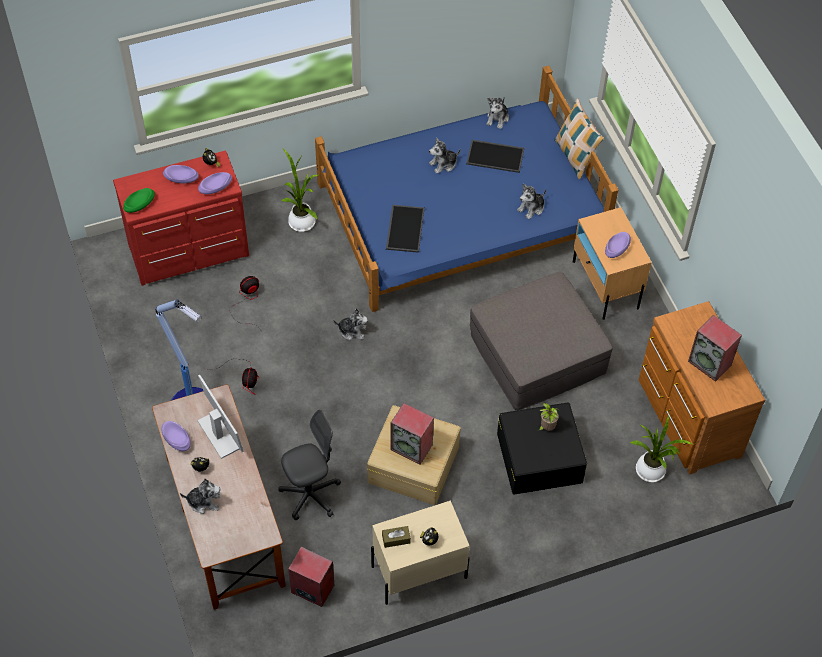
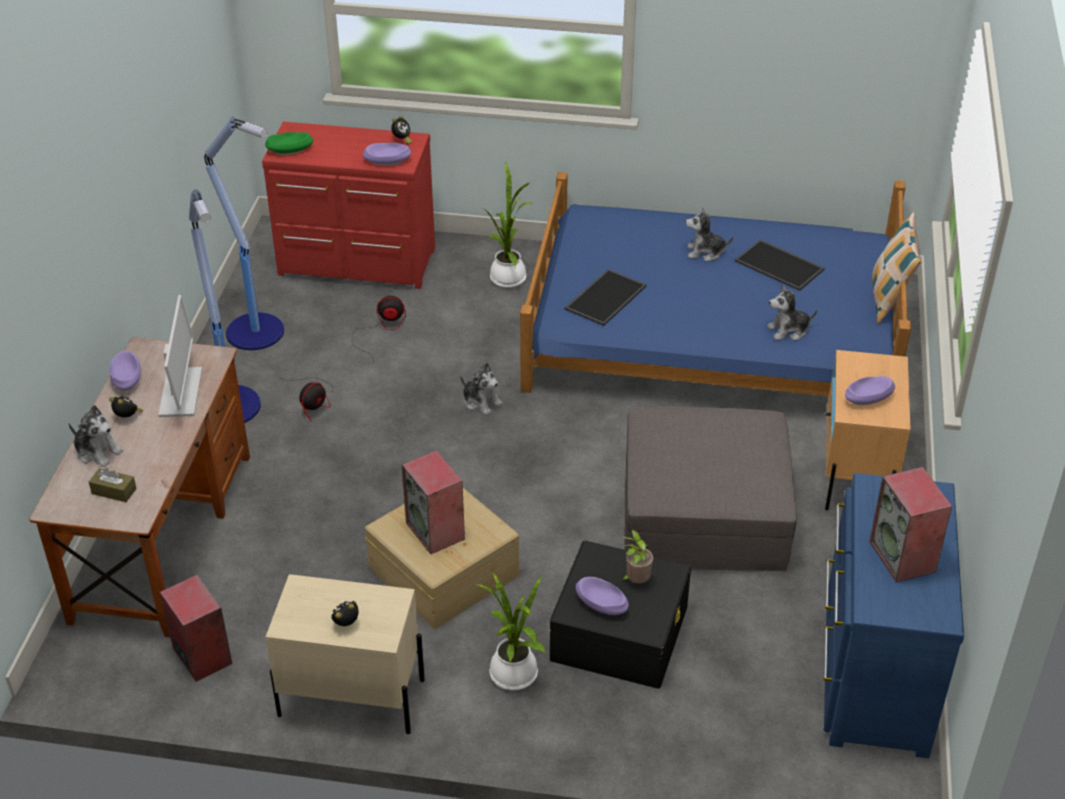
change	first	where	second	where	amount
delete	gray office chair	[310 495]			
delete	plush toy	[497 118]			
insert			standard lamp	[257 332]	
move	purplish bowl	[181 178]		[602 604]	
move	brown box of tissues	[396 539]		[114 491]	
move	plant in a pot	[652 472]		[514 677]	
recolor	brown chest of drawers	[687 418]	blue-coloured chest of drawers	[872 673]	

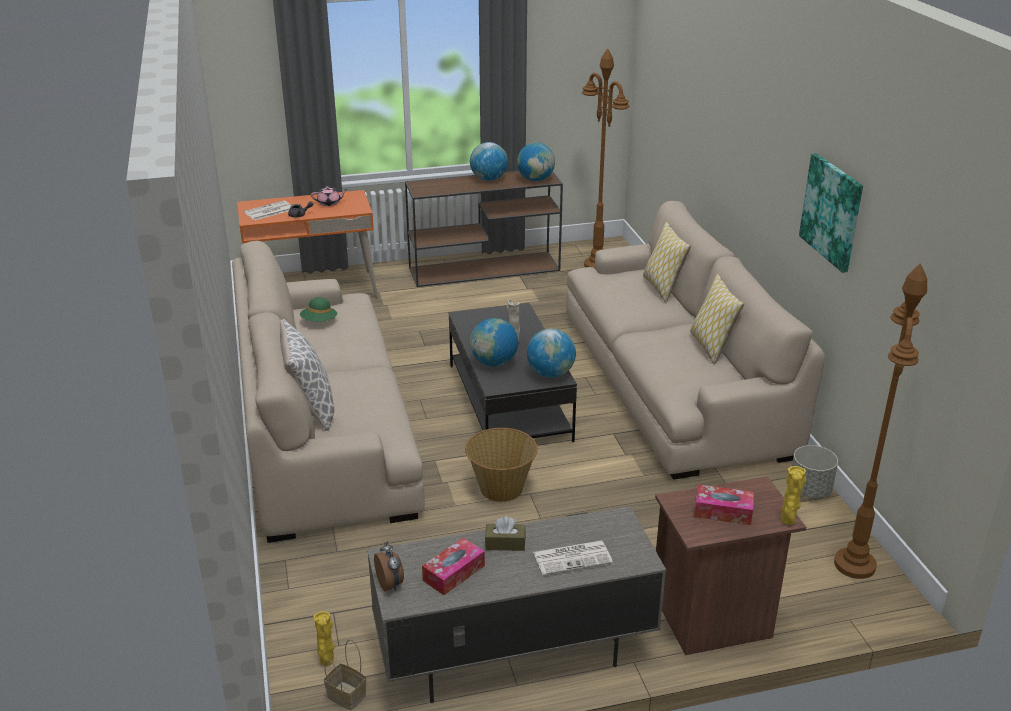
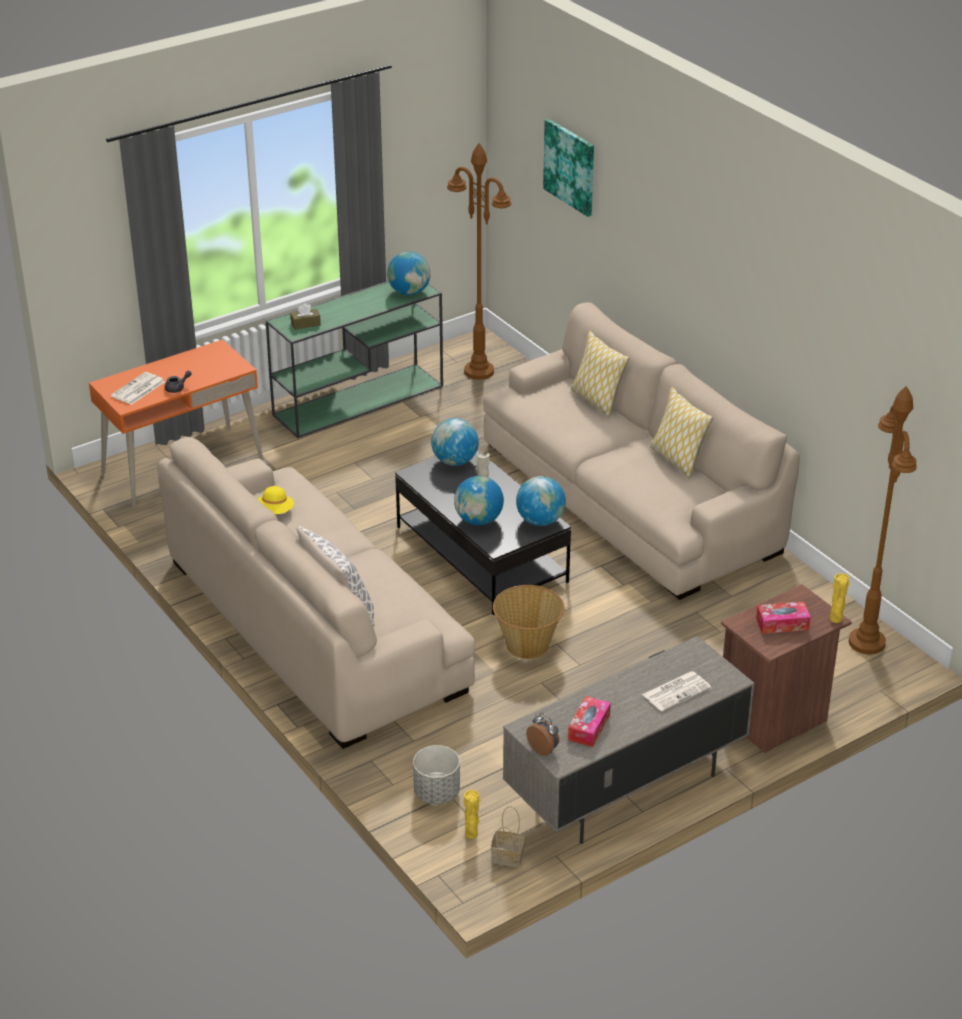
change	first	where	second	where	amount
delete	pink-coloured tea pot	[329 203]			
move	world globe	[488 179]		[455 461]	
move	brown box of tissues	[505 543]		[305 324]	
move	gray plant pot	[810 490]		[437 793]	
move	picture	[832 211]		[570 166]	
recolor	green-coloured hat	[319 322]	yellowish hat	[274 512]	
recolor	brown narrow table	[485 269]	green-coloured narrow table	[360 400]	

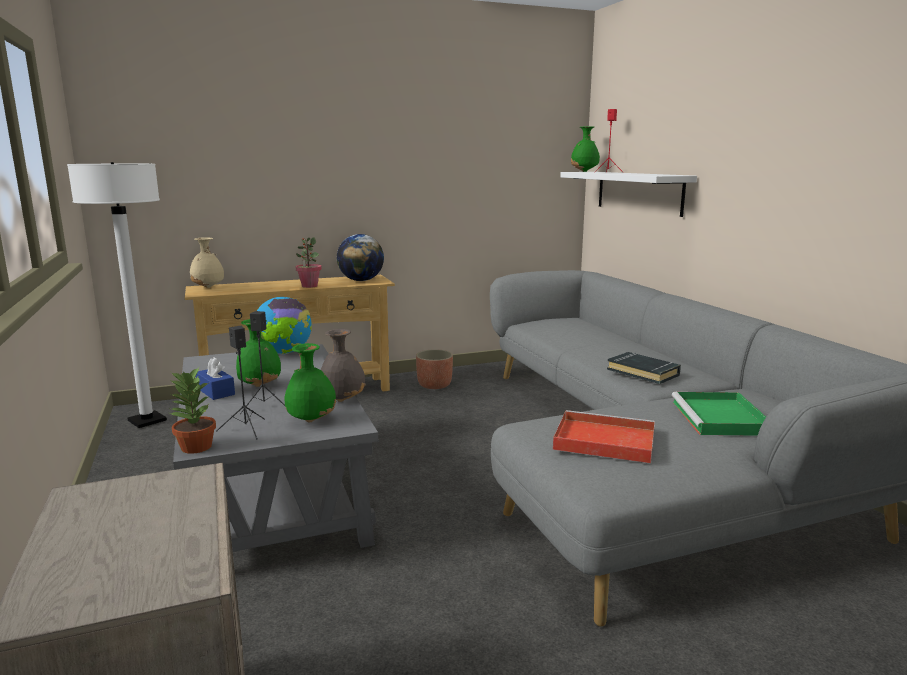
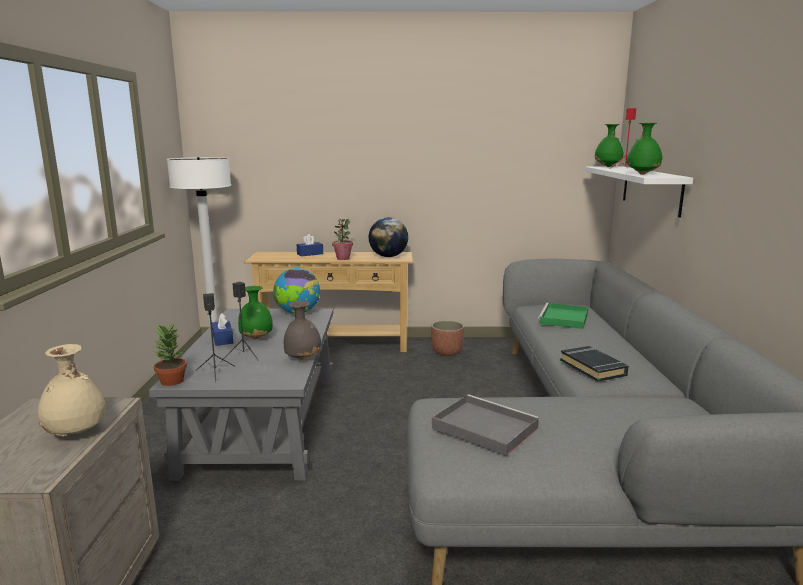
change	first	where	second	where	amount
insert			blue-coloured box of tissues	[310 254]	
move	sand-coloured vase	[208 287]		[76 434]	
move	green-coloured vase	[311 420]		[642 174]	
move	green-coloured carrying tray	[721 418]		[564 319]	
recolor	red carrying tray	[602 440]	gray carrying tray	[483 427]	

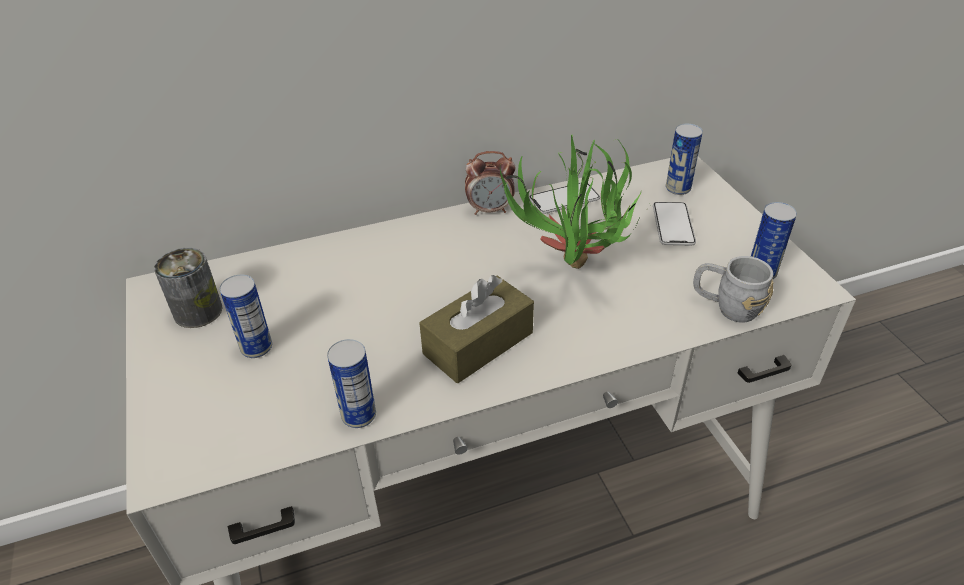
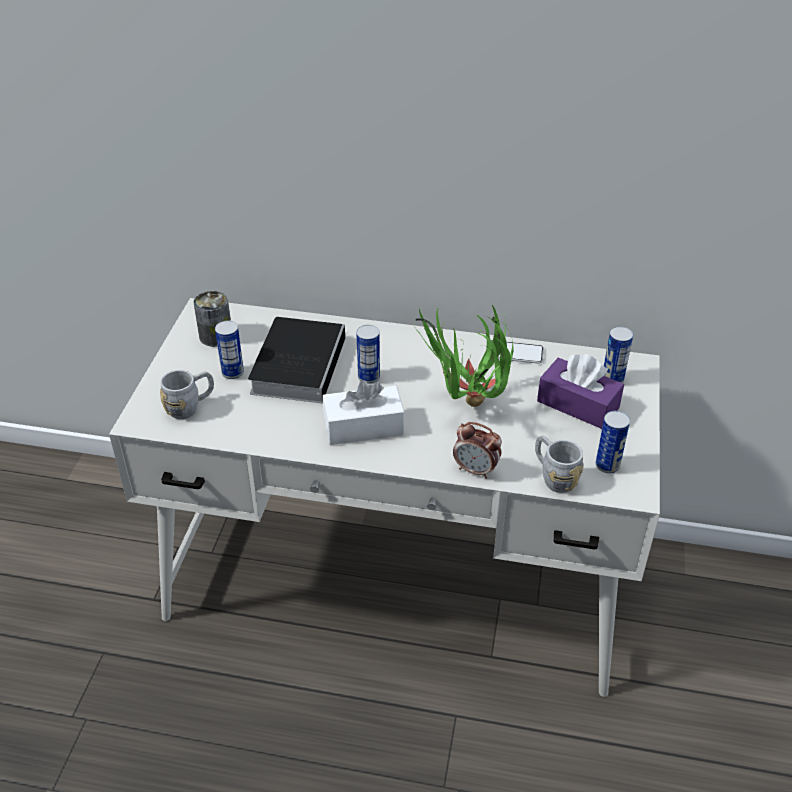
change	first	where	second	where	amount
insert			gray coffee mug	[190 406]	
insert			volume	[299 363]	
move	sealed can	[359 415]		[368 377]	
move	bedside clock	[490 210]		[475 470]	
replace	handset	[673 225]	purplish box of tissues	[578 404]	
recolor	brown box of tissues	[478 343]	white box of tissues	[363 427]	

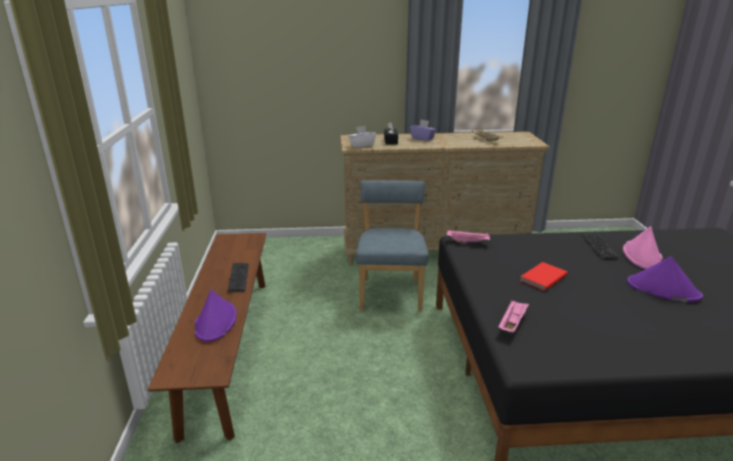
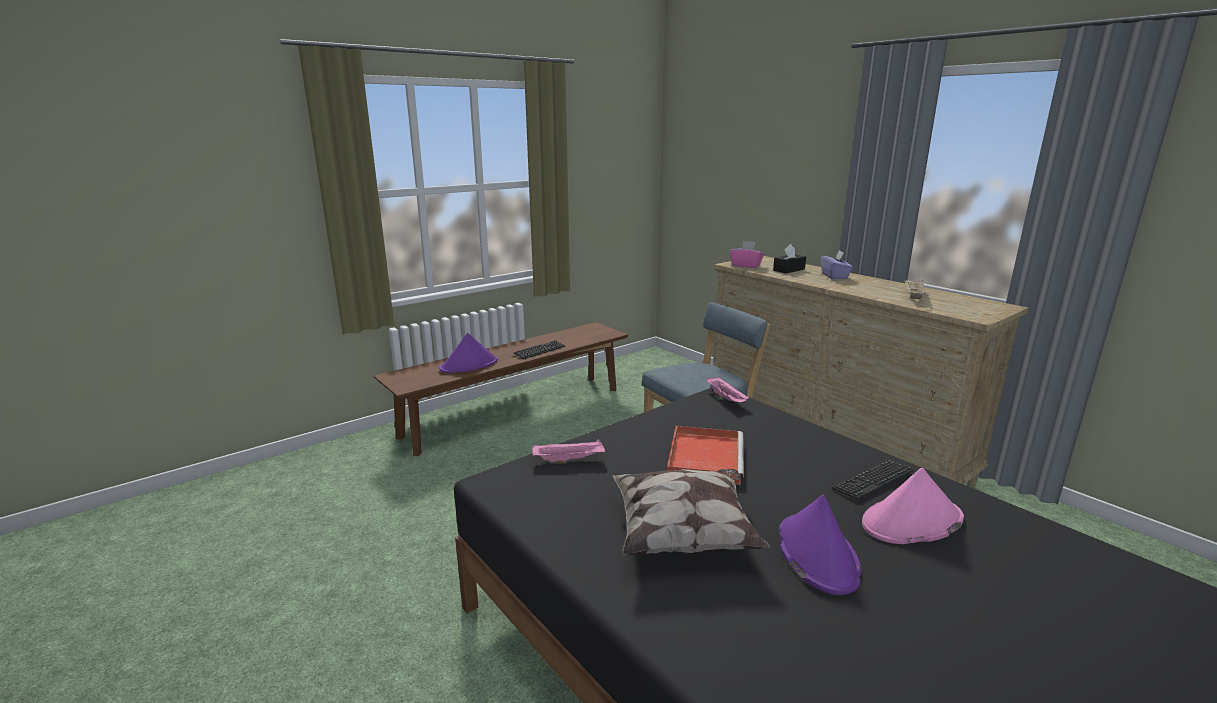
change	first	where	second	where	amount
insert			cushion	[684 534]	
replace	red volume	[542 278]	red carrying tray	[704 457]	
recolor	white box of tissues	[361 145]	pink-coloured box of tissues	[746 265]	

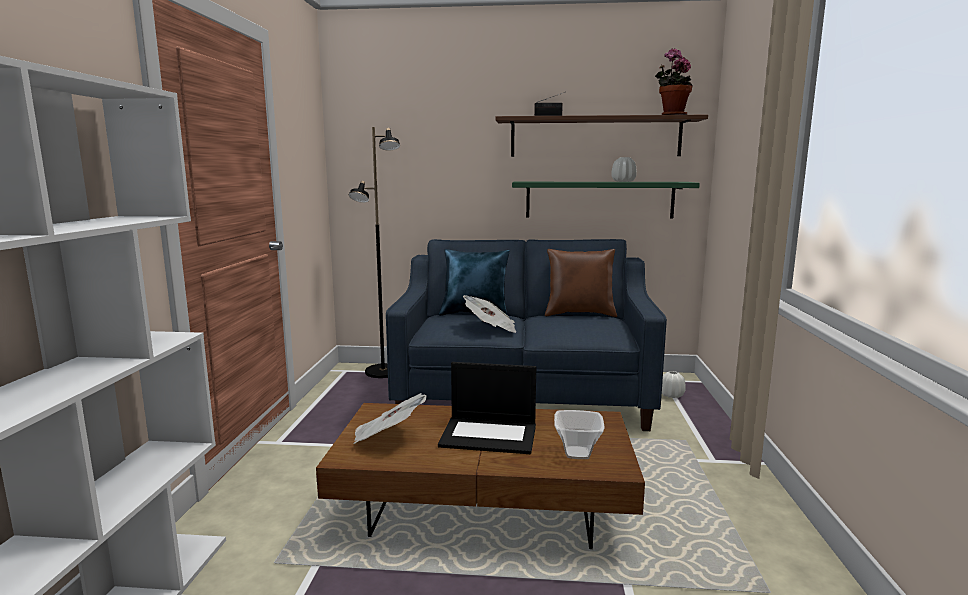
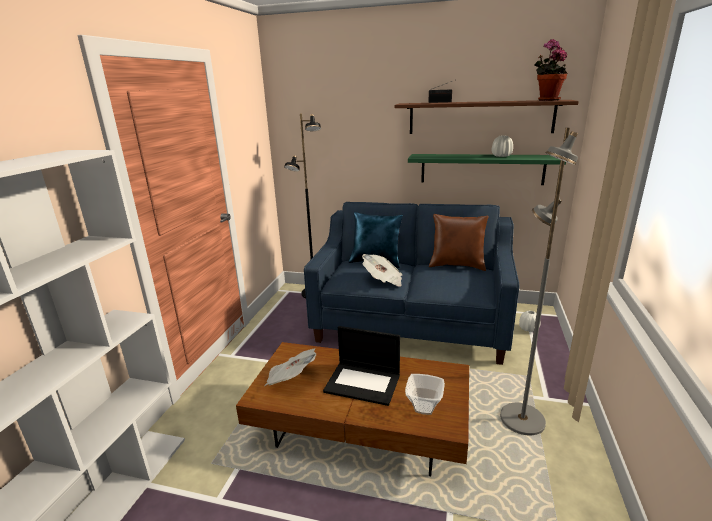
change	first	where	second	where	amount
insert			gray standard lamp	[521 420]	

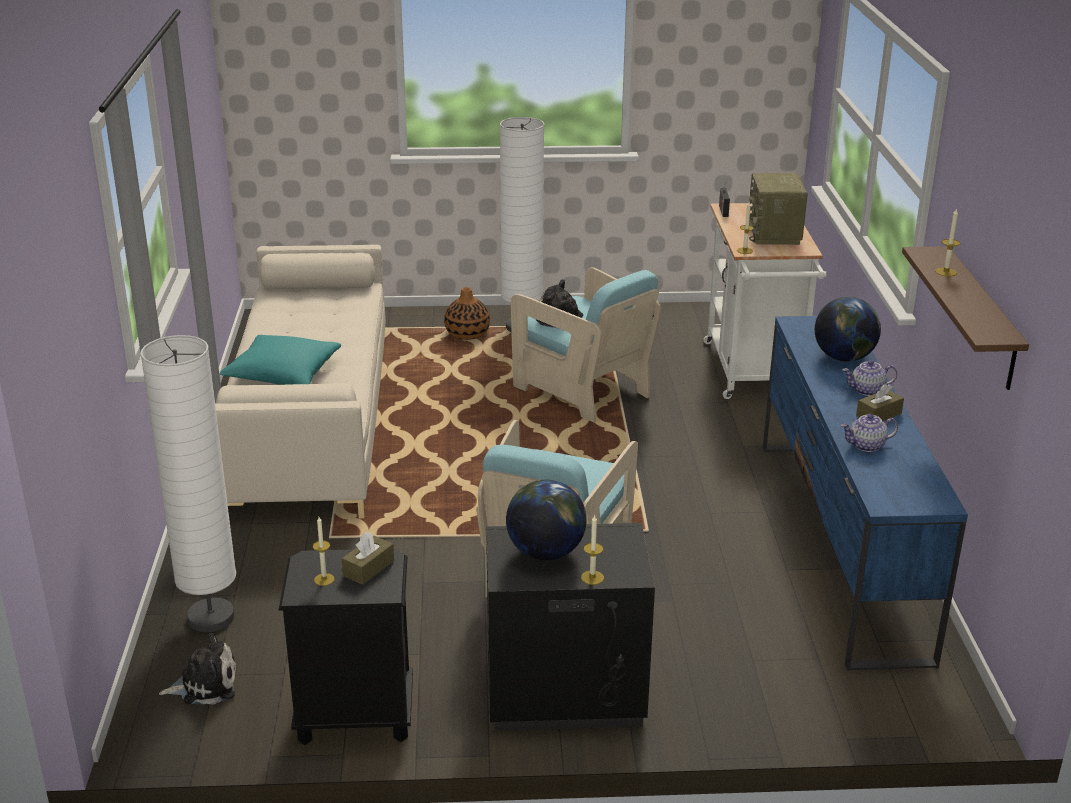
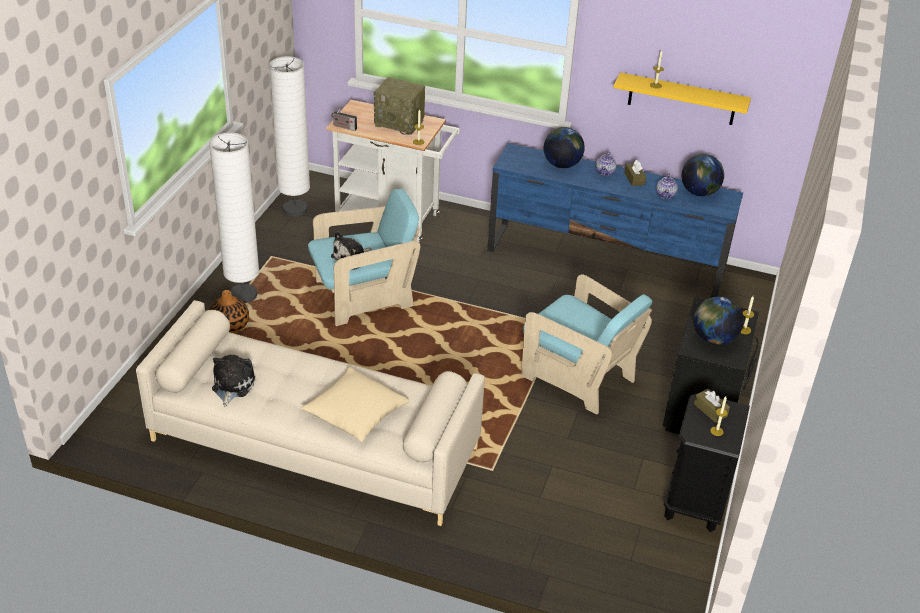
change	first	where	second	where	amount
insert			world globe	[699 192]	
move	white standard lamp	[211 618]		[295 210]	
move	plush toy	[205 685]		[232 386]	
recolor	turquoise-coloured cushion	[283 375]	sand-coloured cushion	[355 414]	
recolor	brown shelf	[981 318]	yellowish shelf	[682 99]	

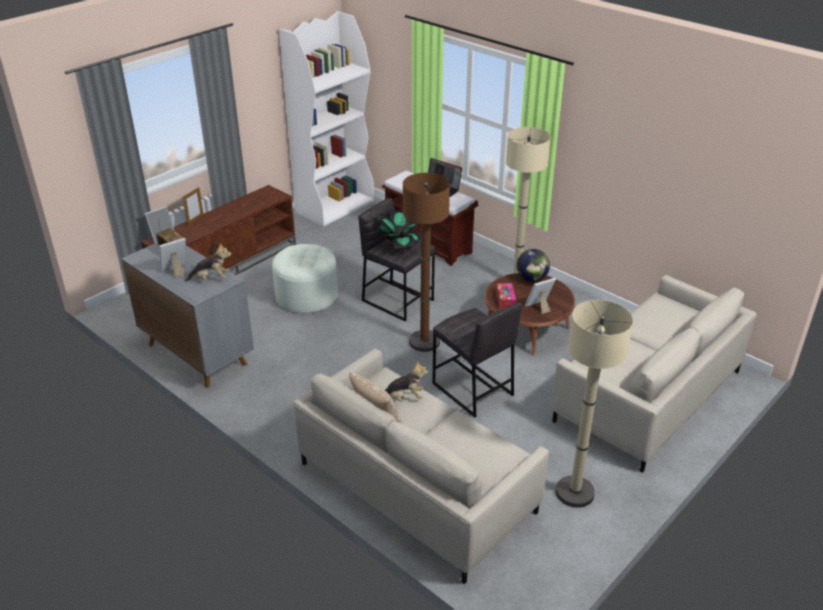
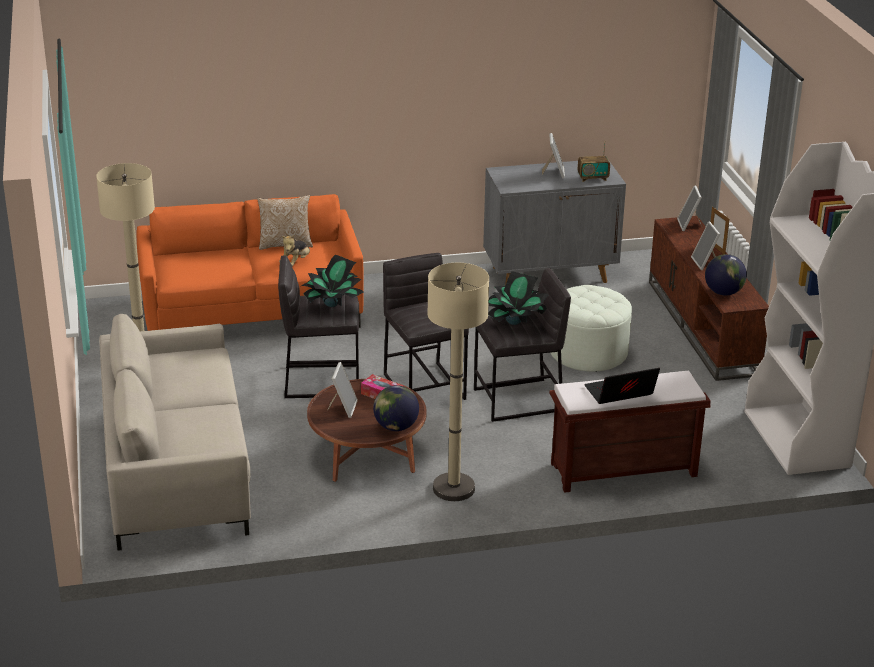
change	first	where	second	where	amount
delete	plush toy	[211 279]			
insert			plant in a pot	[332 304]	
insert			photo frame	[705 263]	
insert			world globe	[723 292]	
replace	brown standard lamp	[424 342]	gray stool seat	[425 386]	
recolor	sand-coloured settee	[416 486]	orange-coloured settee	[252 311]	

